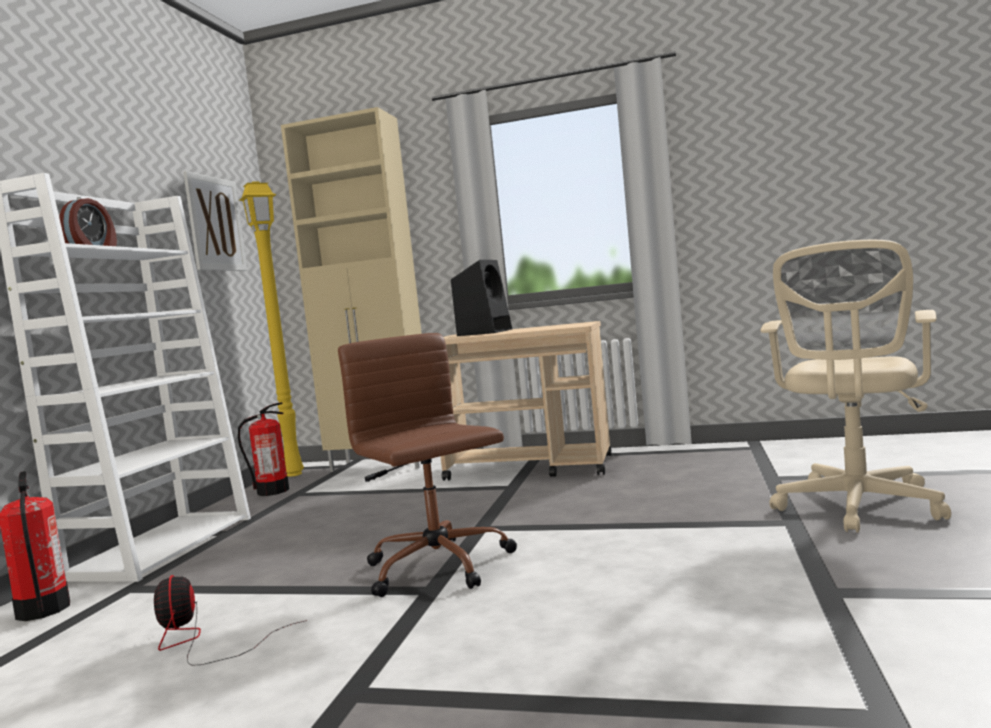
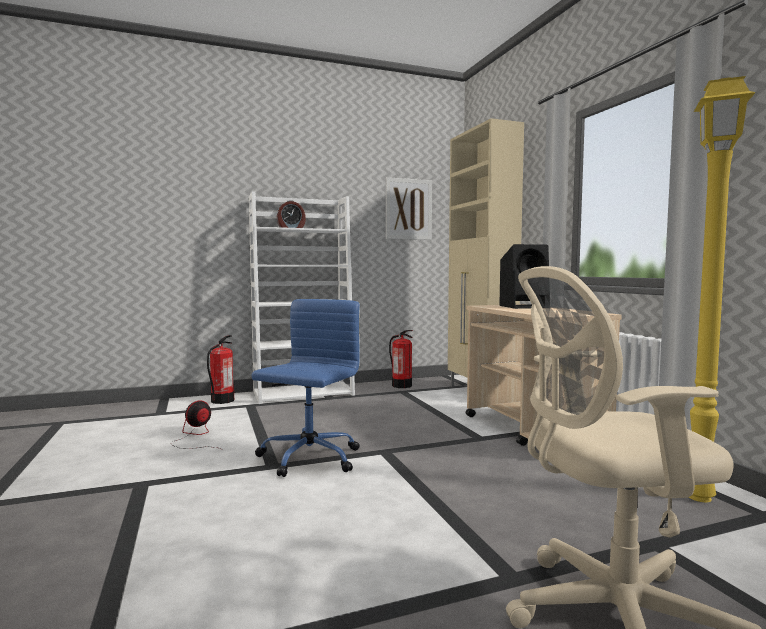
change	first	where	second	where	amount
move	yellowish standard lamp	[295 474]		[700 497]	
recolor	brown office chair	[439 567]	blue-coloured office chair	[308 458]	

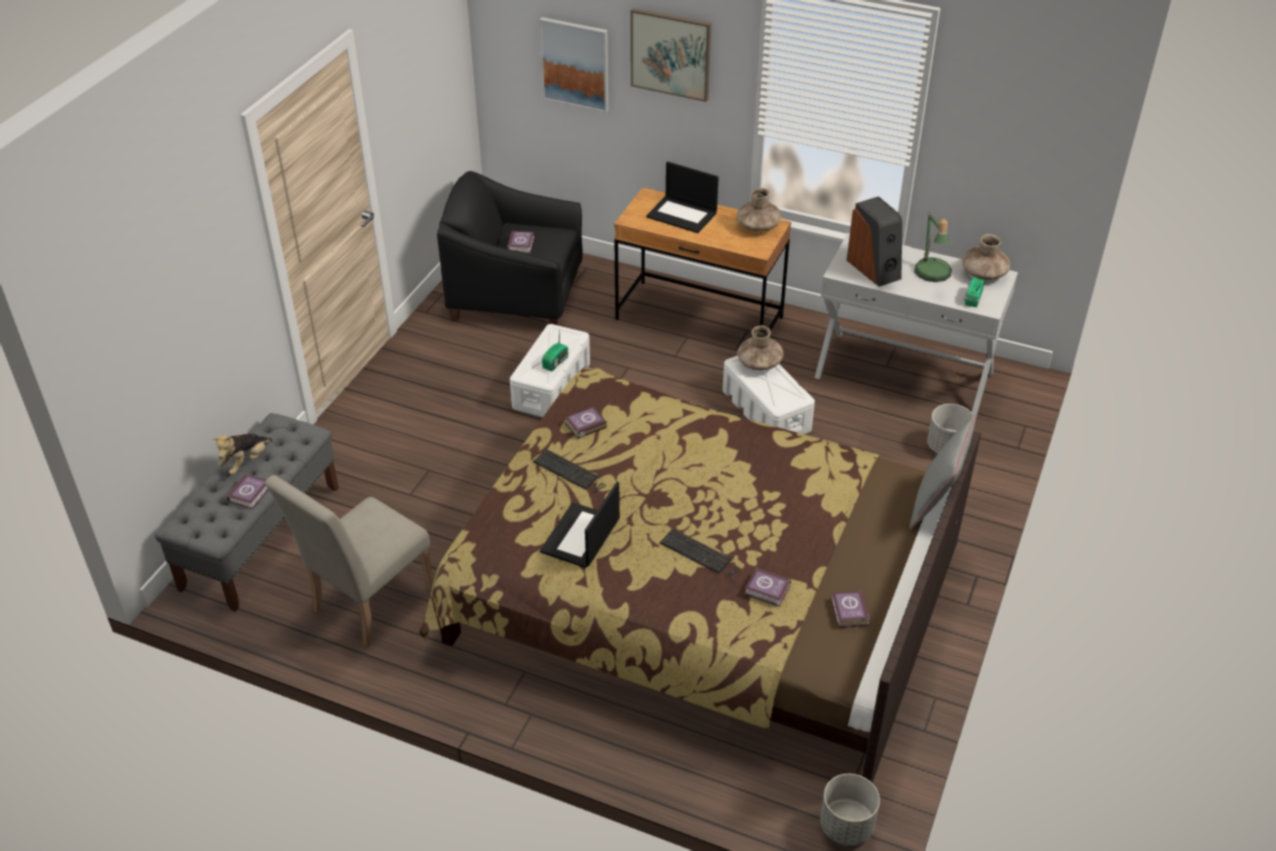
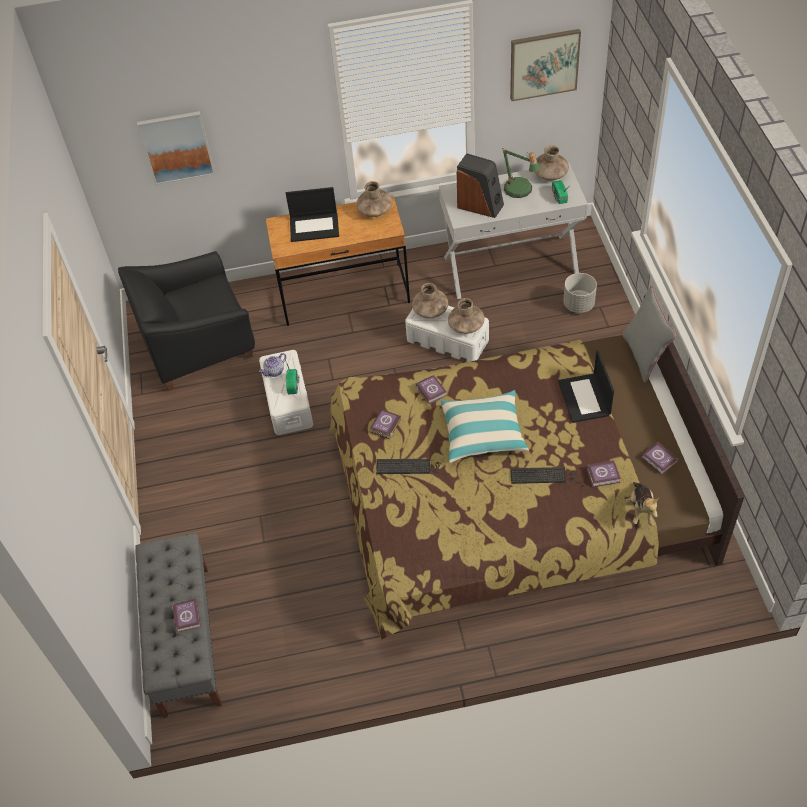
change	first	where	second	where	amount
delete	sand-coloured upright chair	[366 605]			
delete	gray plant pot	[846 826]			
insert			tea pot	[274 371]	
insert			cushion	[483 433]	
insert			brown vase	[466 326]	
move	plush toy	[246 462]		[640 510]	
move	volume	[521 244]		[431 390]	
move	portable computer	[580 536]		[585 398]	
move	picture	[671 53]		[544 64]	

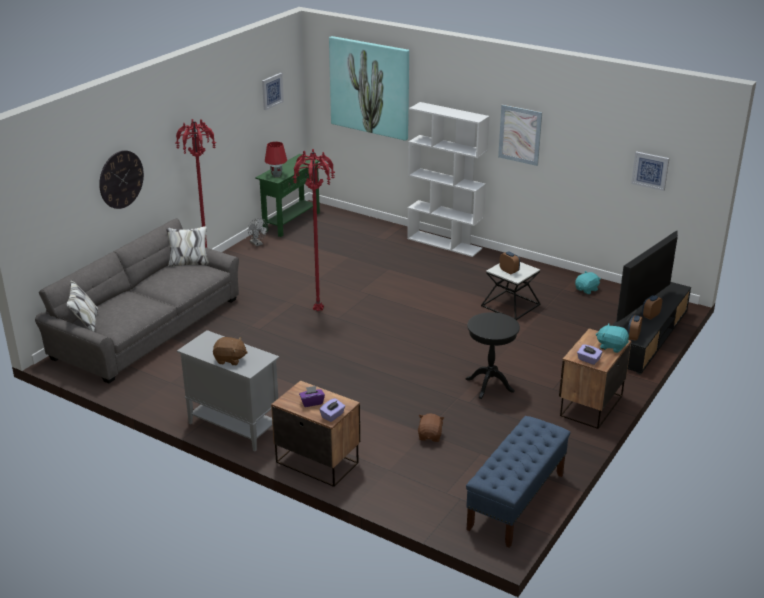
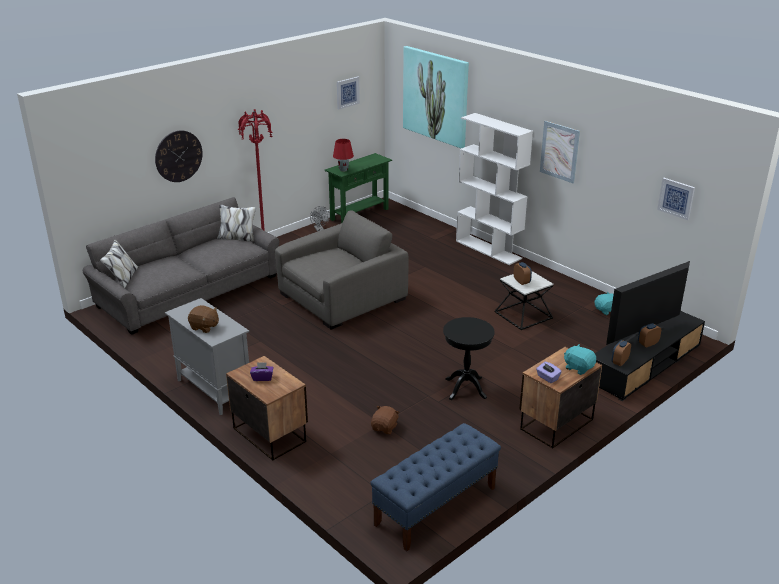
change	first	where	second	where	amount
delete	purplish box of tissues	[332 416]			
replace	red standard lamp	[318 311]	gray lounge chair	[342 296]	

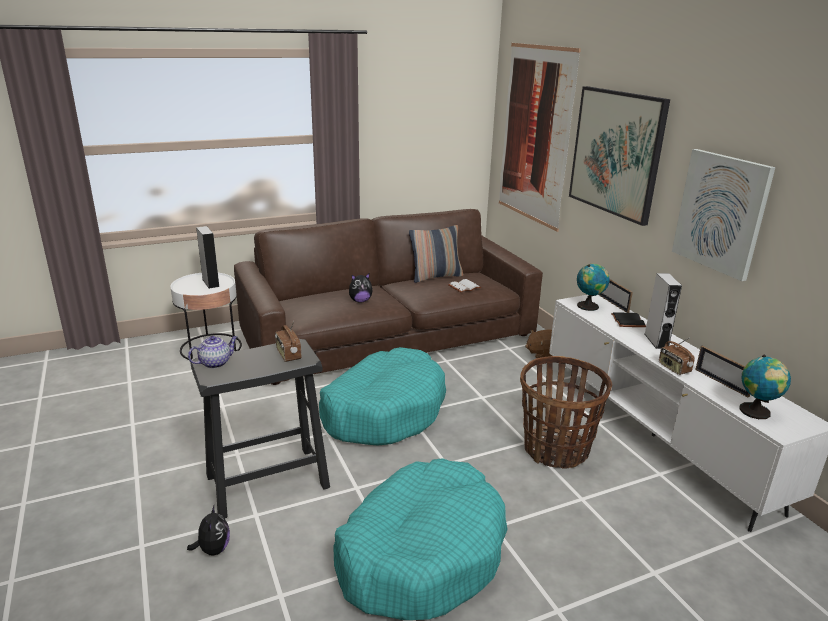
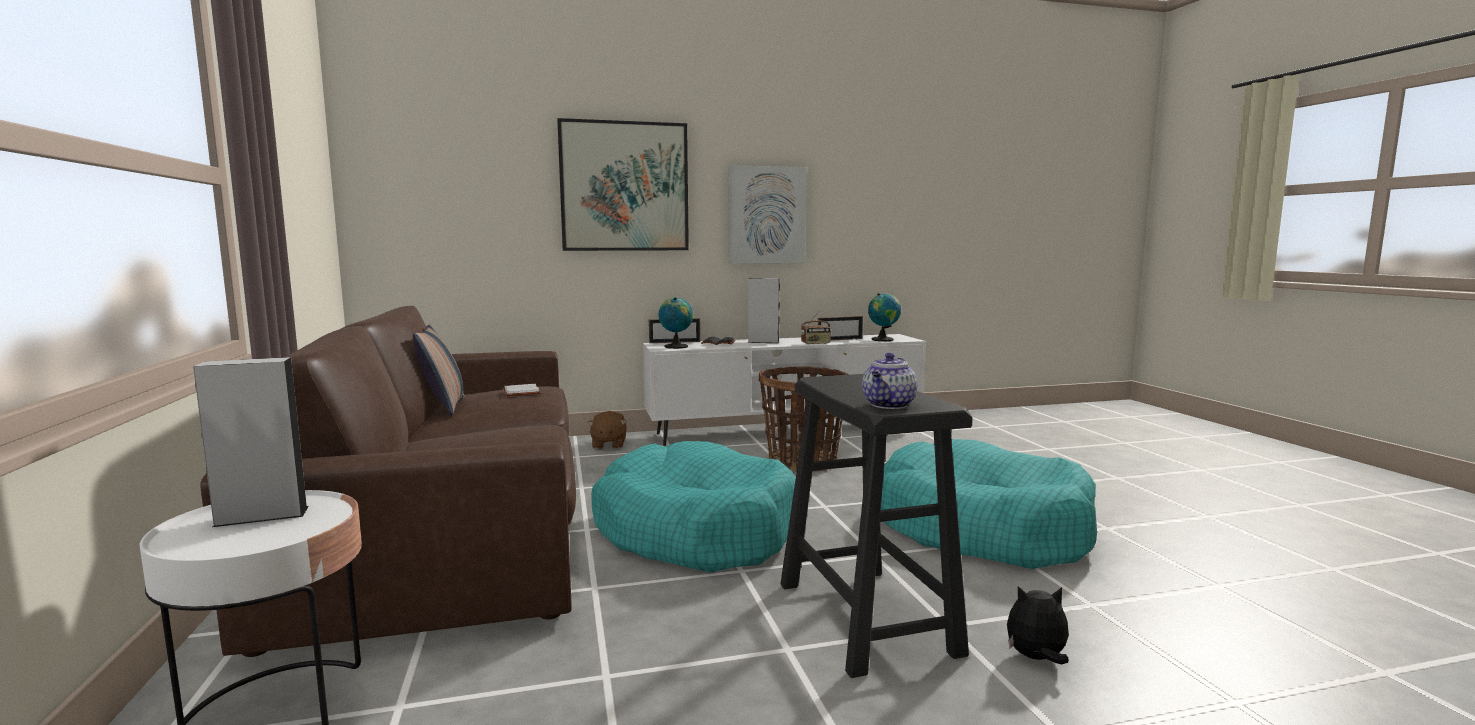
change	first	where	second	where	amount
delete	radio set	[288 355]			
delete	plush toy	[360 301]			
delete	picture	[535 135]			
rotate	tea pot	[215 363]		[889 405]	120 degrees counterclockwise

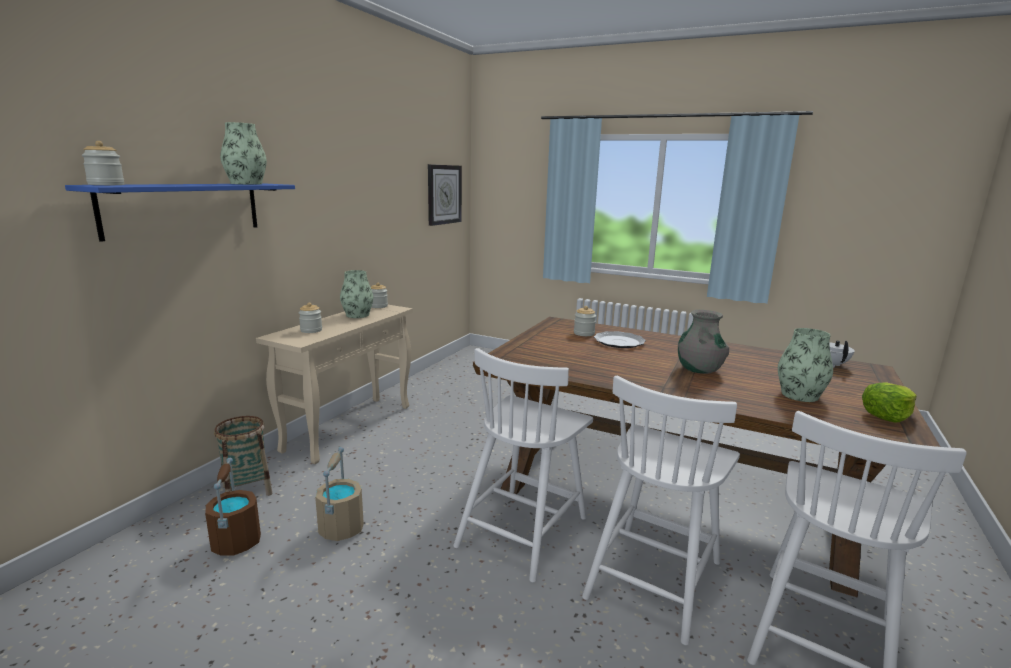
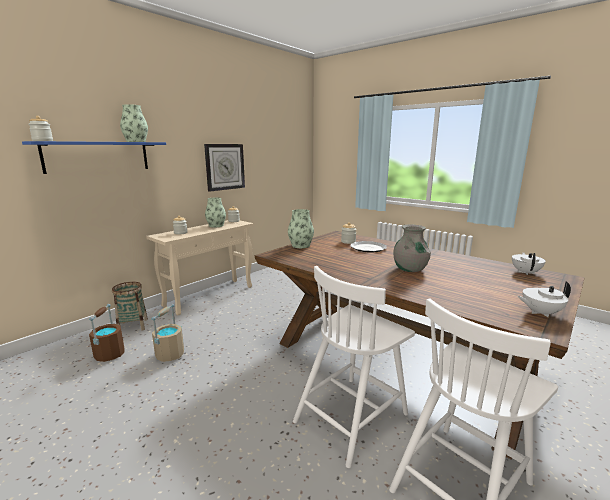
change	first	where	second	where	amount
delete	white upright chair	[523 530]			
move	wall clock	[444 194]		[225 167]	
move	vase	[799 395]		[300 245]	
replace	lettuce	[886 415]	white tea pot	[540 313]	

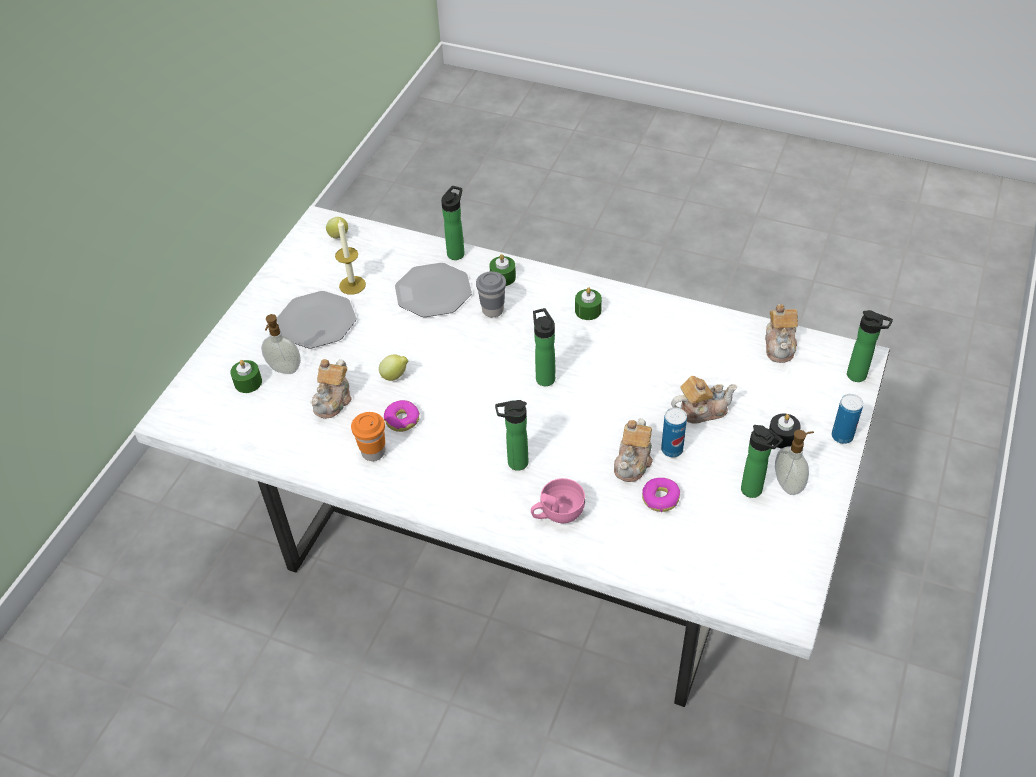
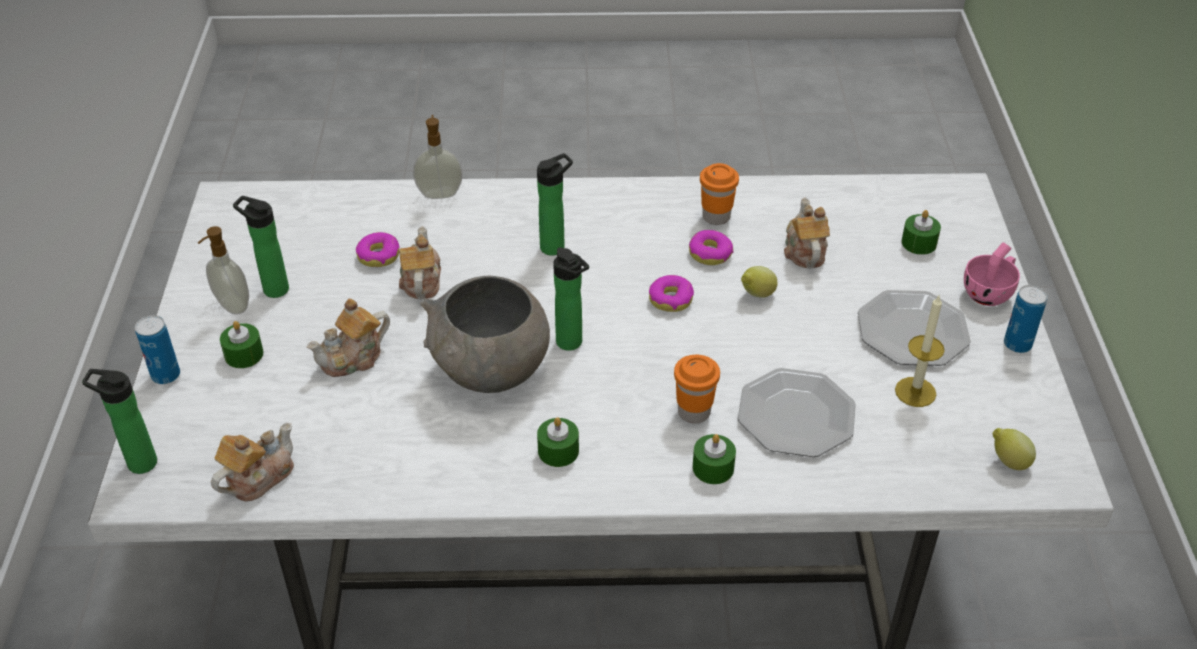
change	first	where	second	where	amount
delete	bottle	[457 252]			
insert			gray bowl	[491 372]	
insert			doughnut	[671 299]	
move	soap dispenser	[284 369]		[439 193]	
move	pink-coloured cup	[557 513]		[990 292]	
move	sealed can	[672 449]		[1017 344]	
recolor	gray cup	[492 310]	orange-coloured cup	[694 412]	
recolor	black-coloured candle	[782 437]	green-coloured candle	[244 354]	
rotate	tea pot	[780 345]		[258 477]	60 degrees clockwise

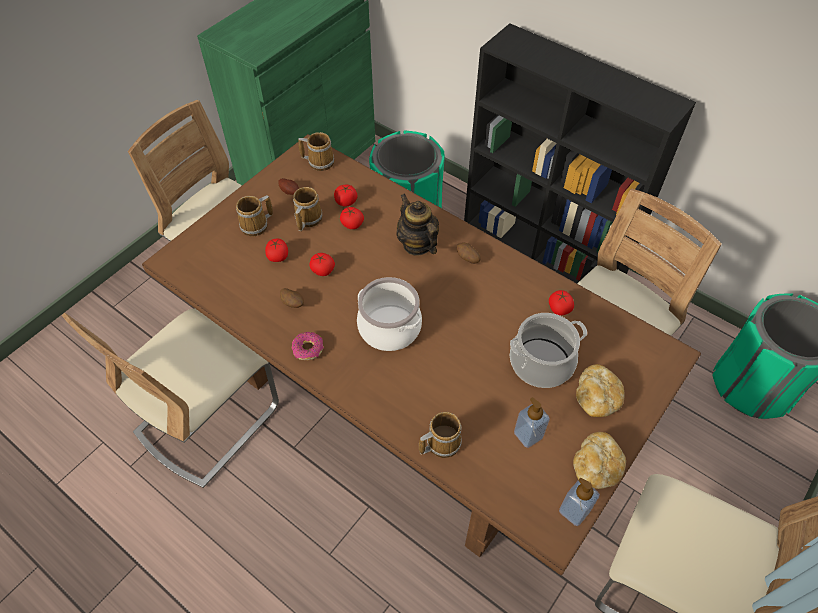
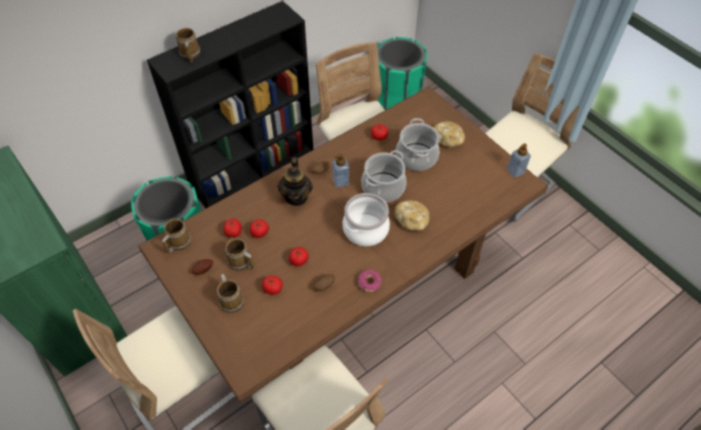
change	first	where	second	where	amount
insert			cooking pot	[383 187]	
move	coffee mug	[440 442]		[189 54]	
move	soap dispenser	[528 435]		[341 181]	
move	baked bread	[596 467]		[411 220]	
rotate	tea pot	[417 244]		[296 197]	75 degrees counterclockwise

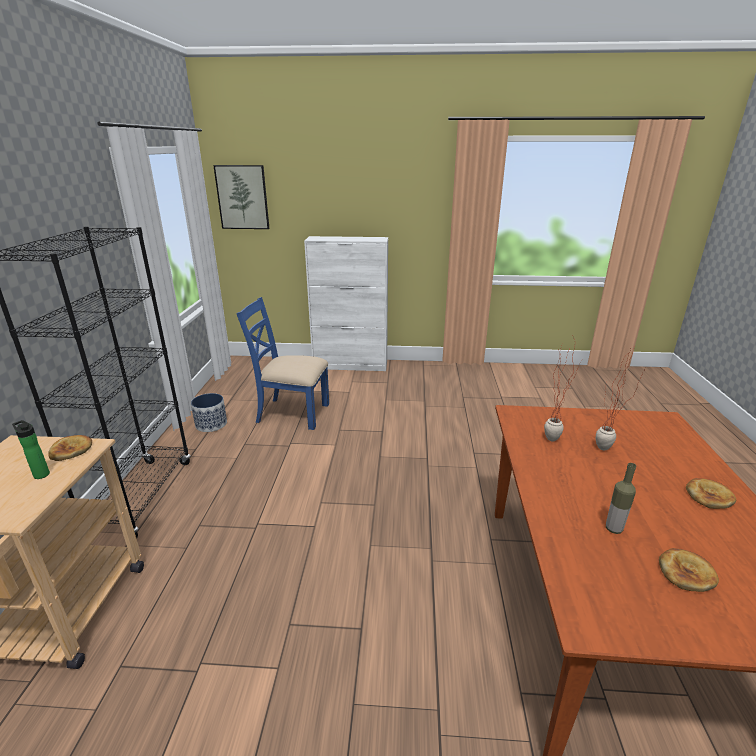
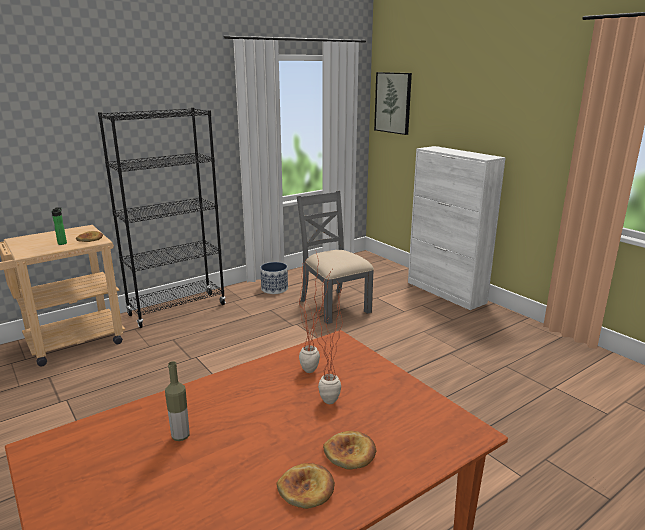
change	first	where	second	where	amount
move	baked bread	[686 573]		[350 453]	
recolor	blue-coloured upright chair	[292 413]	gray upright chair	[334 306]	

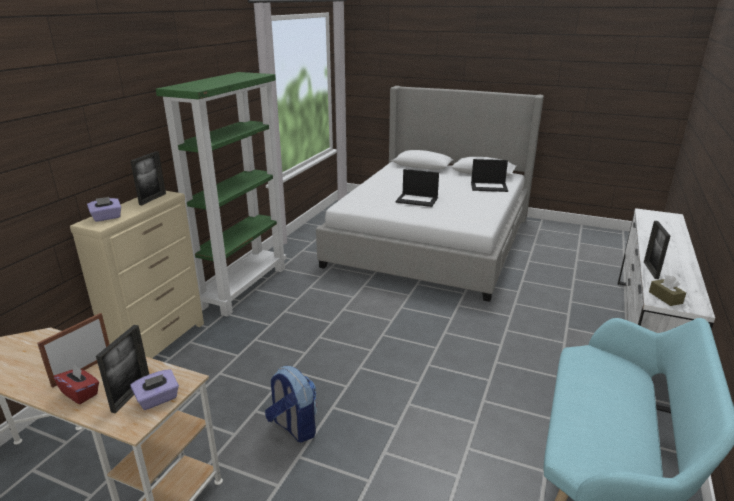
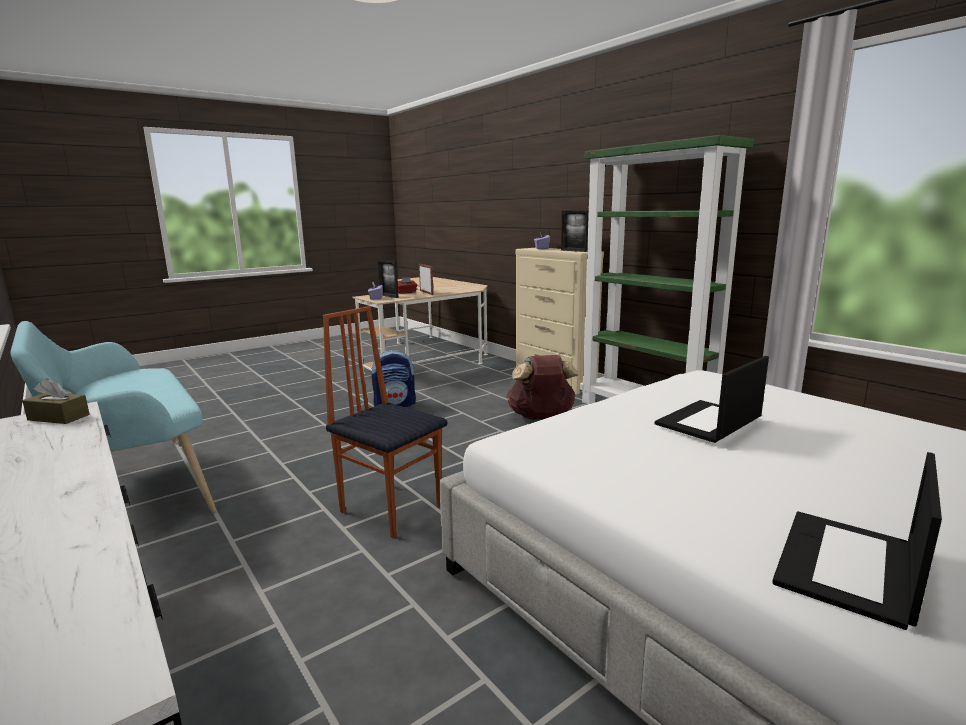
change	first	where	second	where	amount
delete	photo frame	[651 270]			
insert			upright chair	[392 508]	
insert			brown rucksack	[541 417]	

